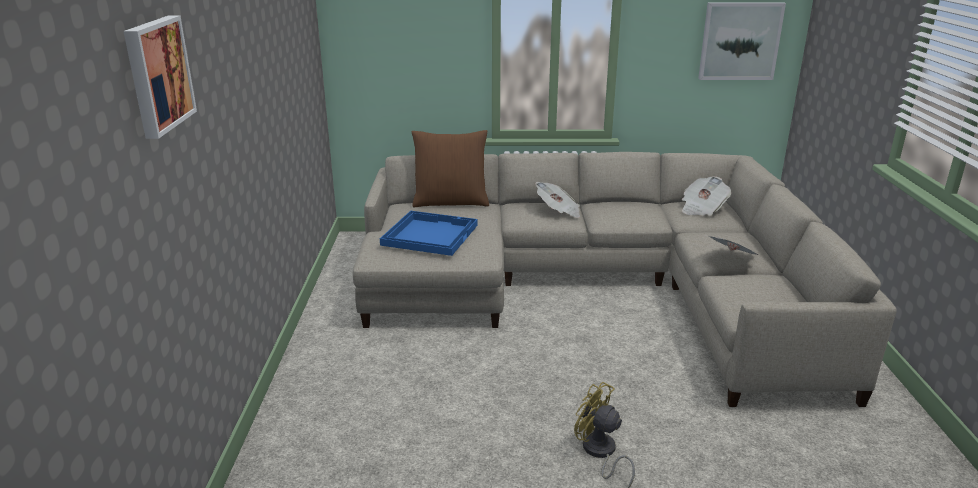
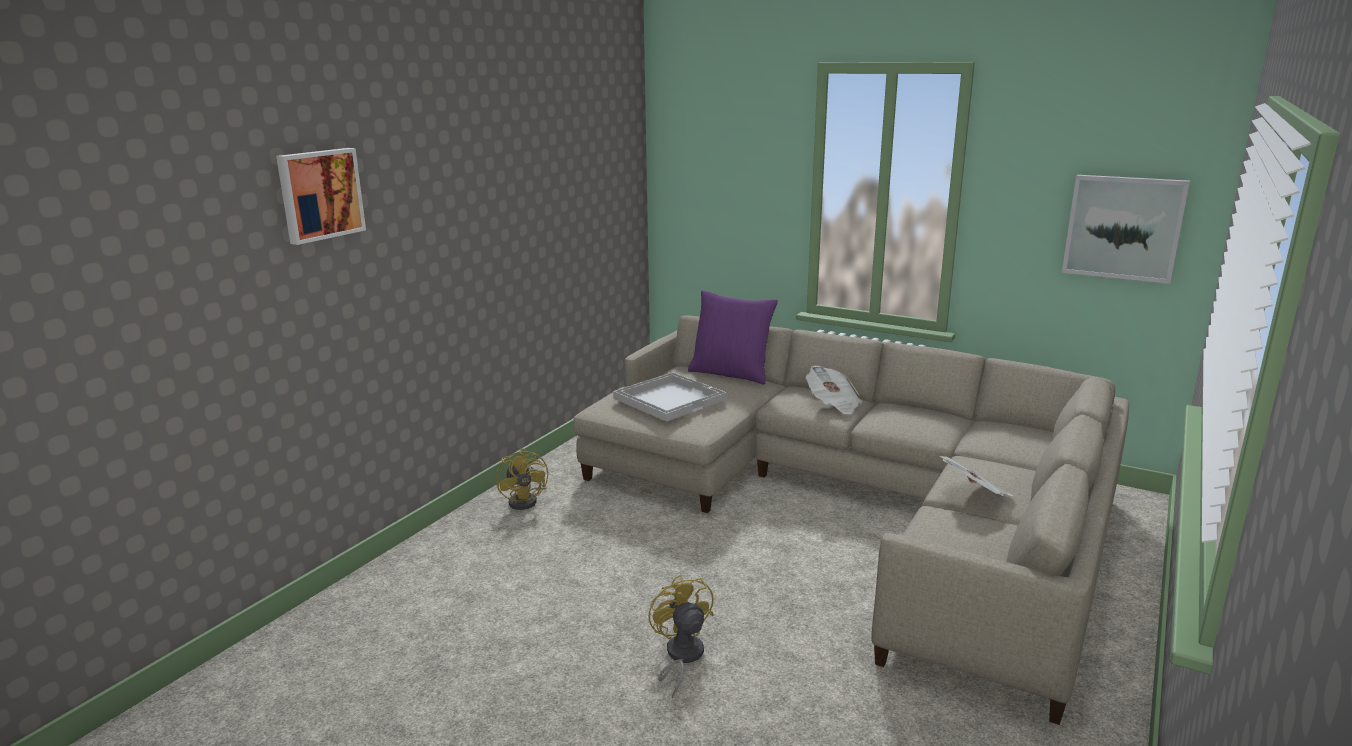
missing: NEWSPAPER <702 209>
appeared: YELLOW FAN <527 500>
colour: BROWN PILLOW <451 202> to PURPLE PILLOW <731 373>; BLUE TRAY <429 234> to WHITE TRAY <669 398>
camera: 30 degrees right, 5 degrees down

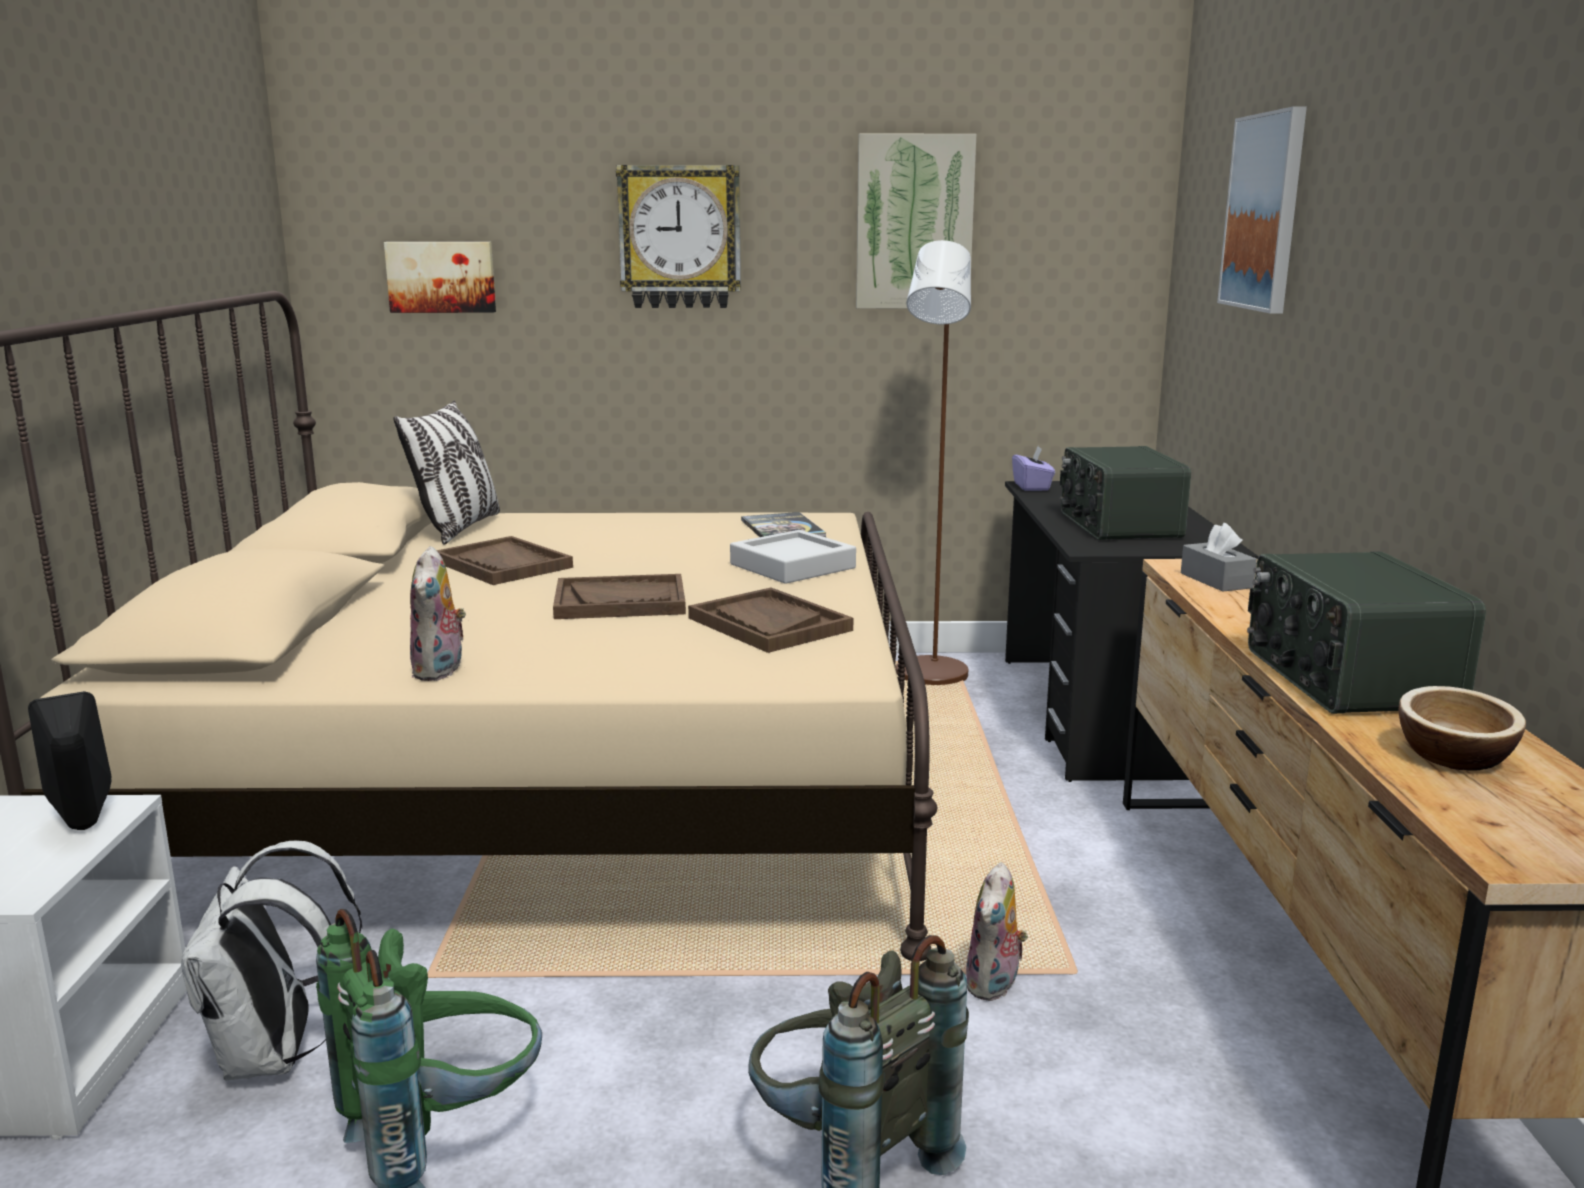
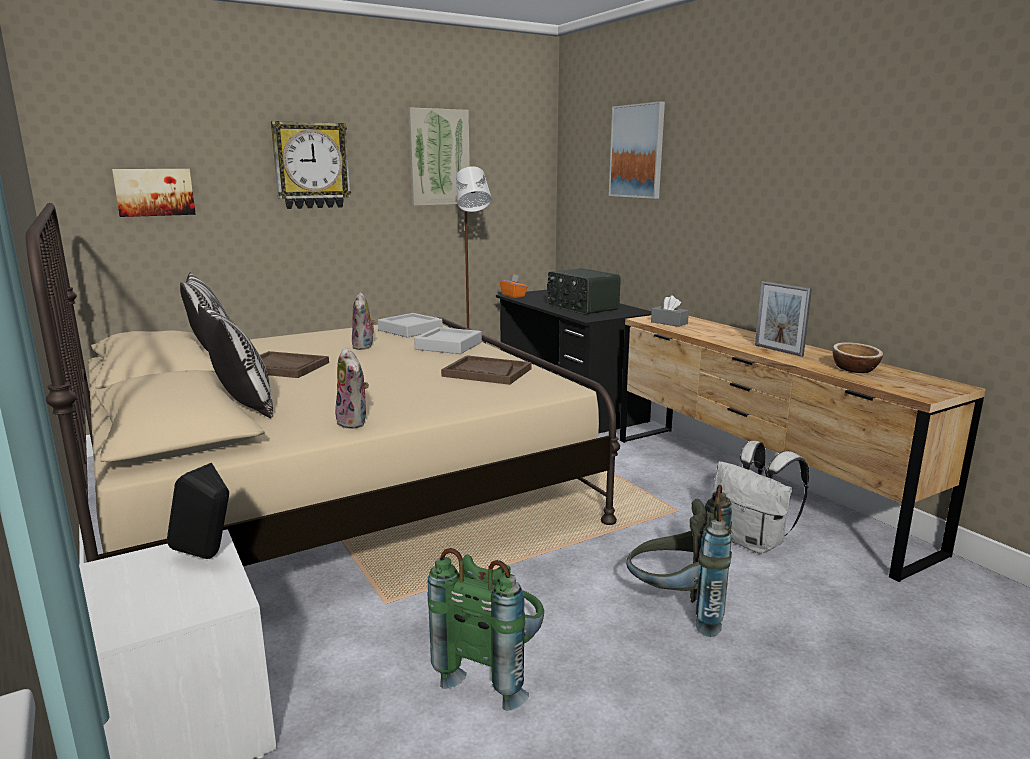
missing: BROWN TRAY <620 601>
appeared: PILLOW <243 406>
relocated: WHITE BACKPACK <275 1055> to <755 542>; PLUSH TOY <994 986> to <364 347>
exchanged: BOOK <782 529> to GREY TRAY <410 330>; RADIO <1346 679> to PICTURE FRAME <778 350>
colour: PURPLE TISSUE BOX <1032 487> to ORANGE TISSUE BOX <513 296>
camera: 30 degrees left, 0 degrees up

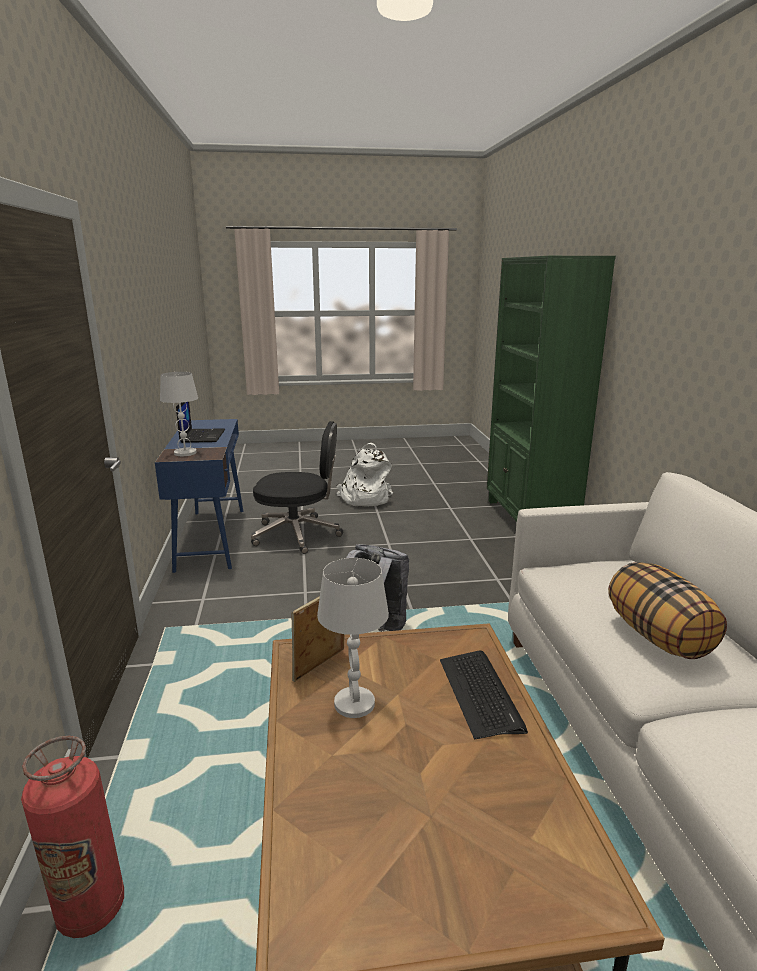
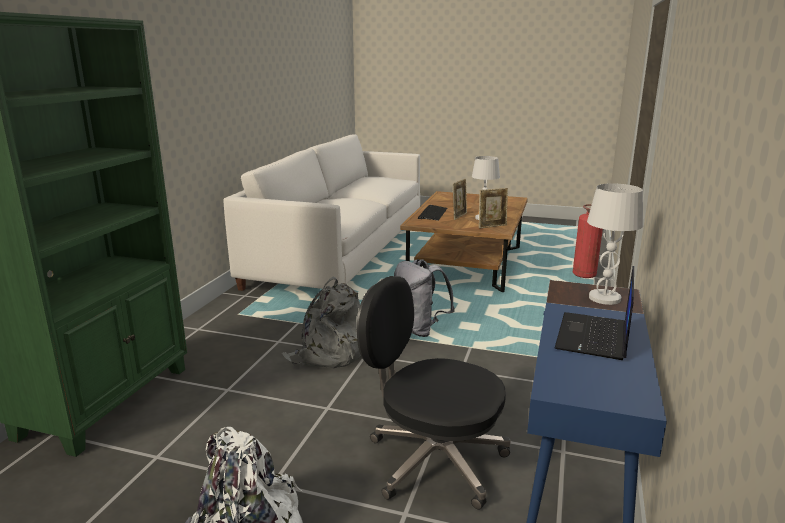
missing: PILLOW <659 637>
appeared: PICTURE FRAME <459 216>; GREY BACKPACK <329 354>
camera: 155 degrees left, 0 degrees up

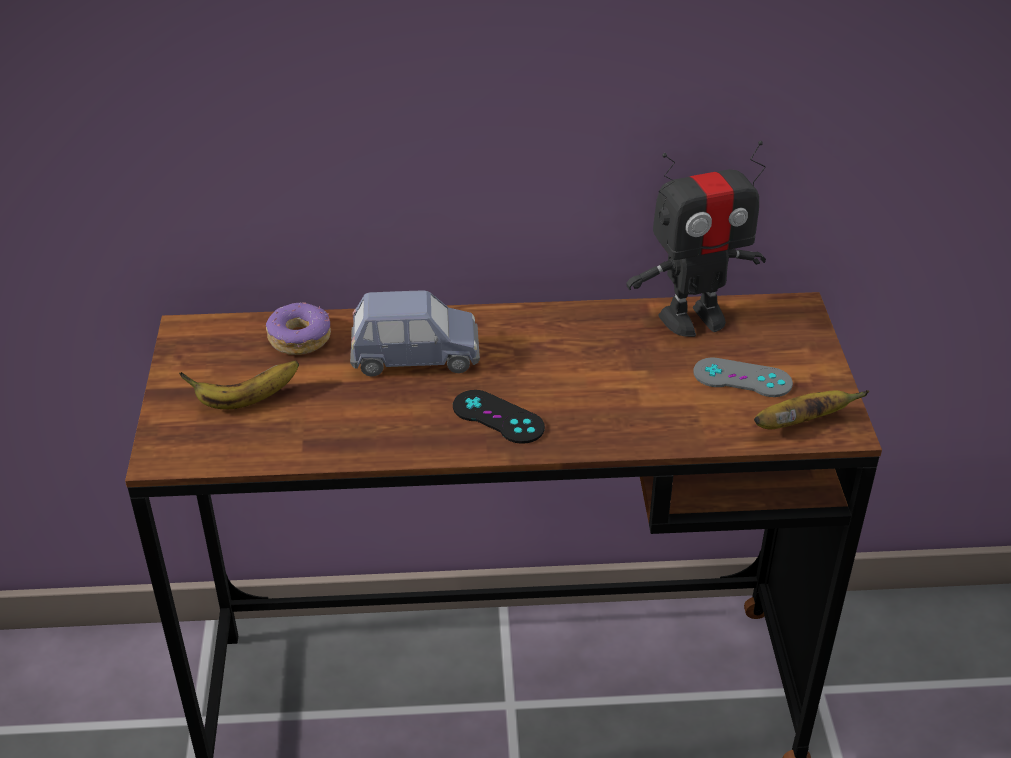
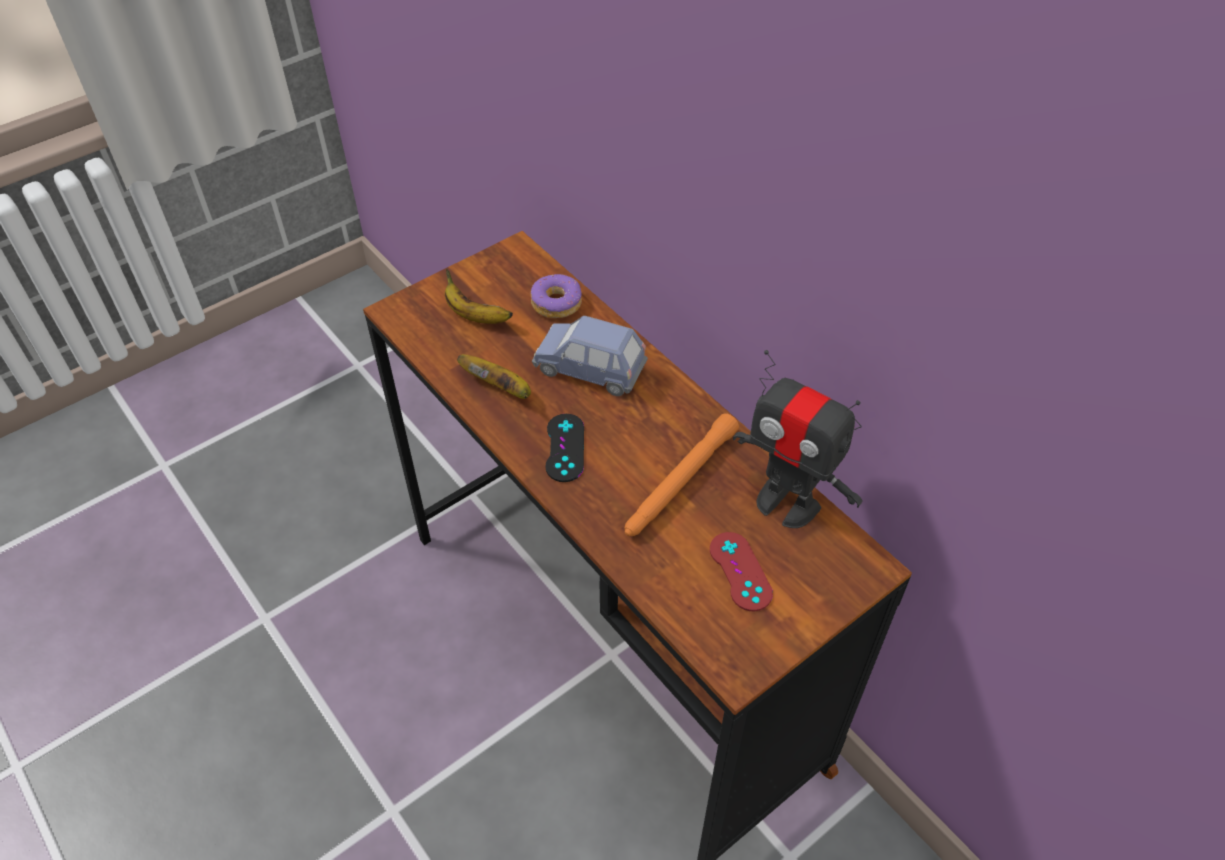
appeared: ORANGE FLASHLIGHT <679 482>
relocated: BANANA <800 423> to <500 388>
colour: GREY GAME CONTROLLER <742 378> to RED GAME CONTROLLER <740 571>
spun: BLUE TOY CAR <415 357> = <590 370> 150 degrees clockwise
camera: 55 degrees right, 10 degrees up

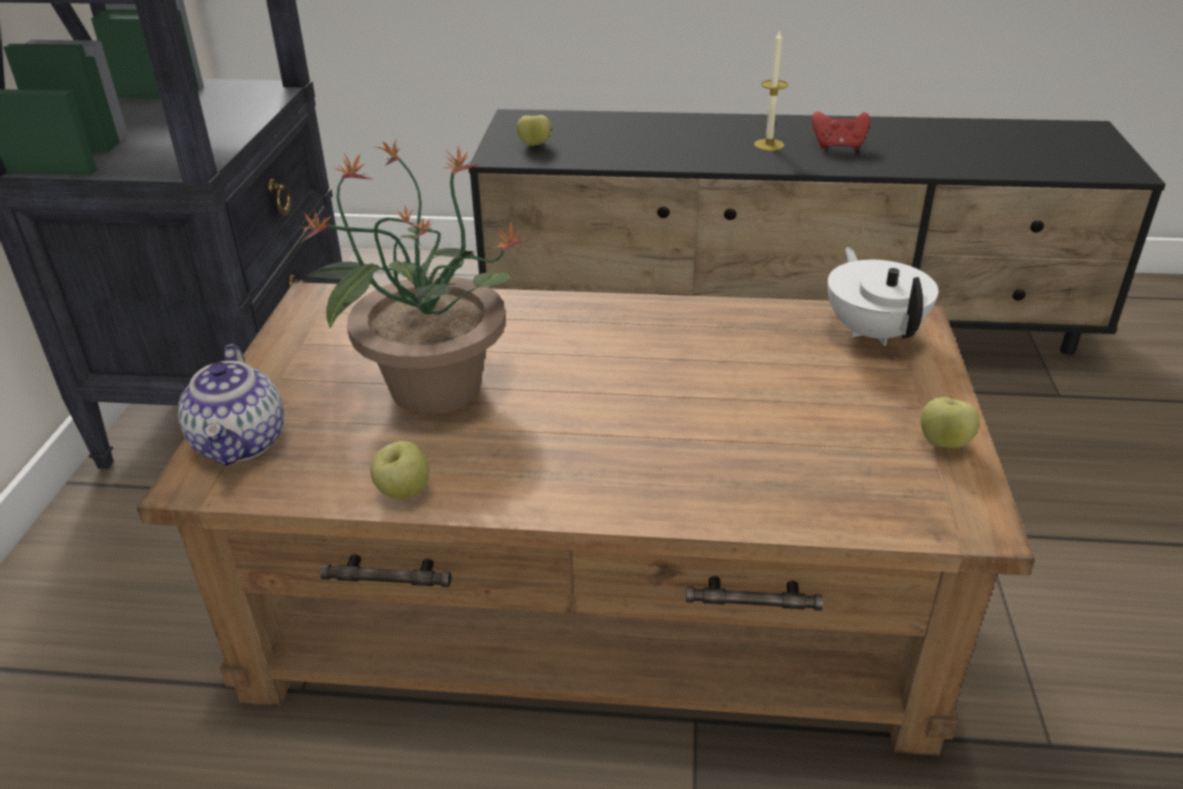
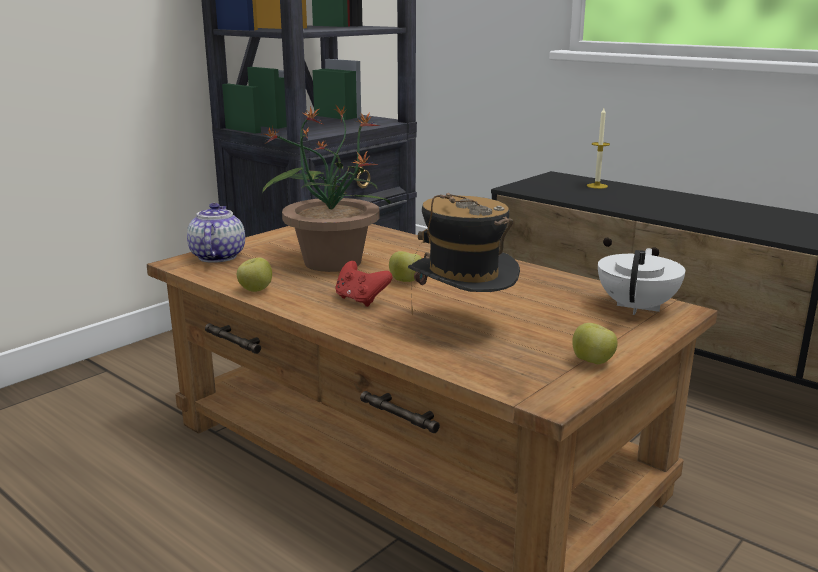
appeared: HAT <461 325>
relocated: CANDLE <769 145> to <597 186>; RED GAME CONTROLLER <838 146> to <361 300>; APPLE <534 145> to <406 281>
spun: TEAPOT <241 443> = <217 256> 150 degrees clockwise
camera: 35 degrees right, 15 degrees down

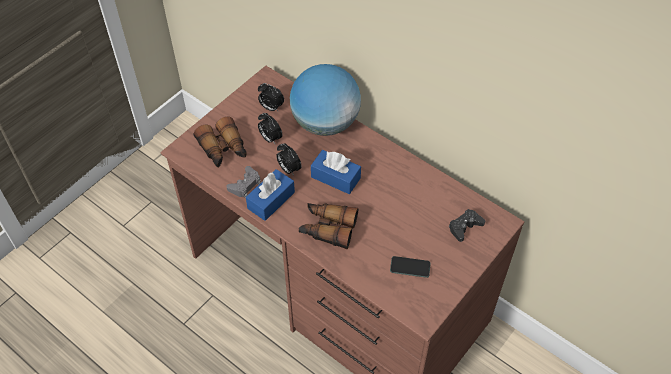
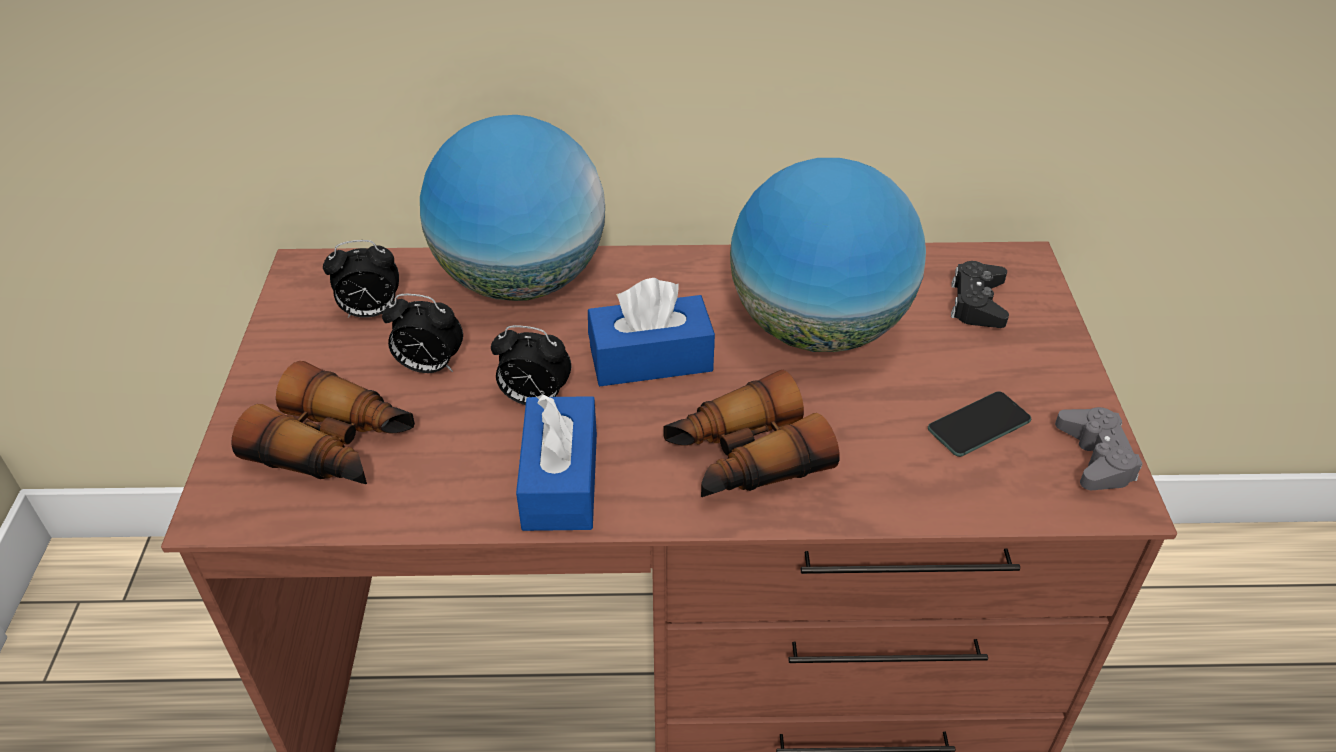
appeared: GLOBE <817 328>
relocated: GREY GAME CONTROLLER <245 185> to <1095 457>
camera: 40 degrees left, 10 degrees down

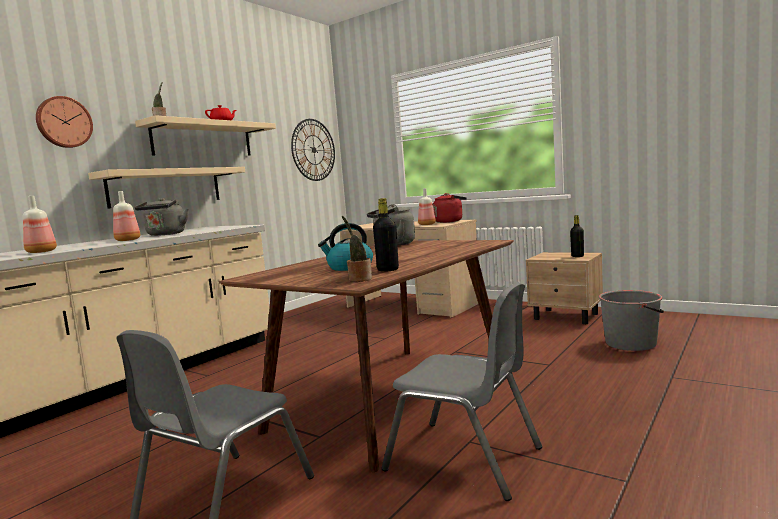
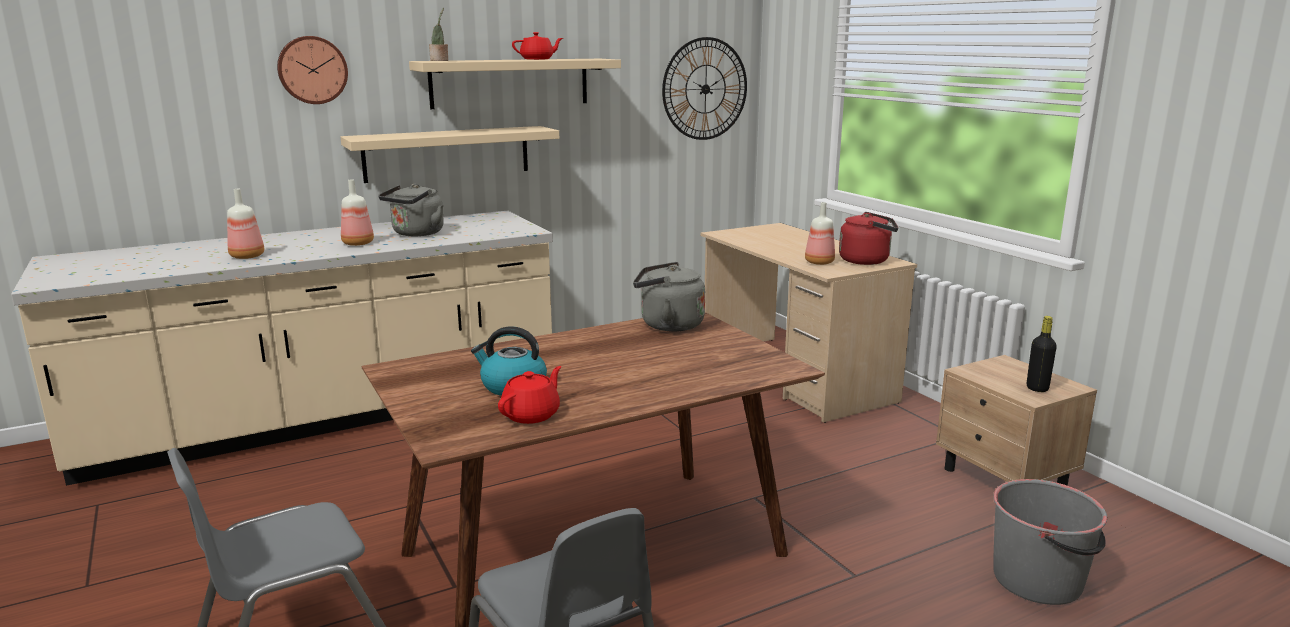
missing: POTTED PLANT <359 279>
exchanged: BLACK BOTTLE <388 270> to RED TEAPOT <532 415>
camera: 25 degrees right, 10 degrees up

